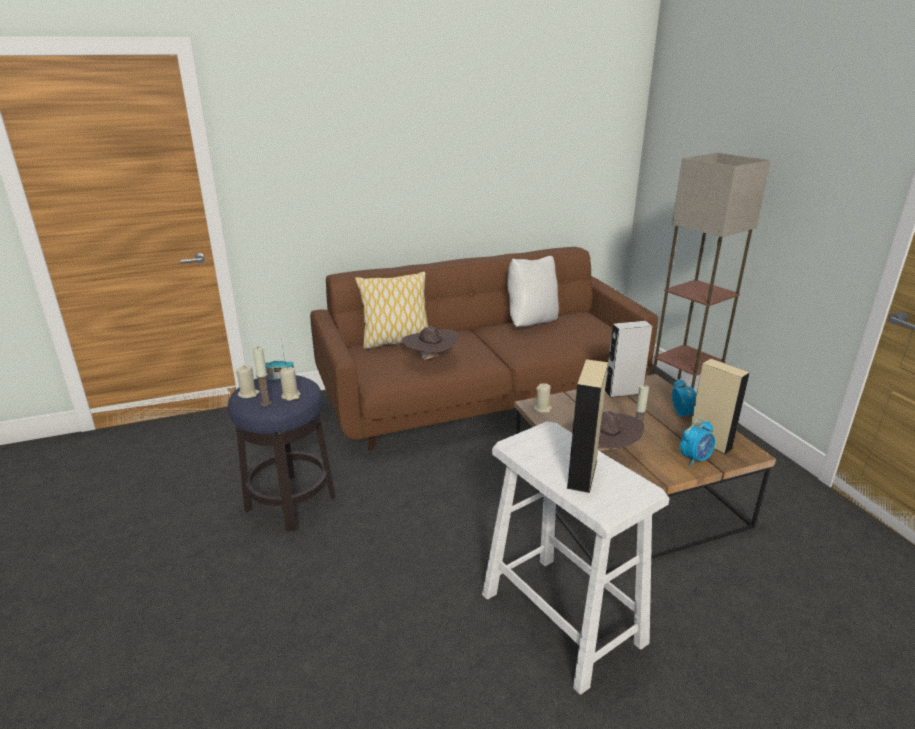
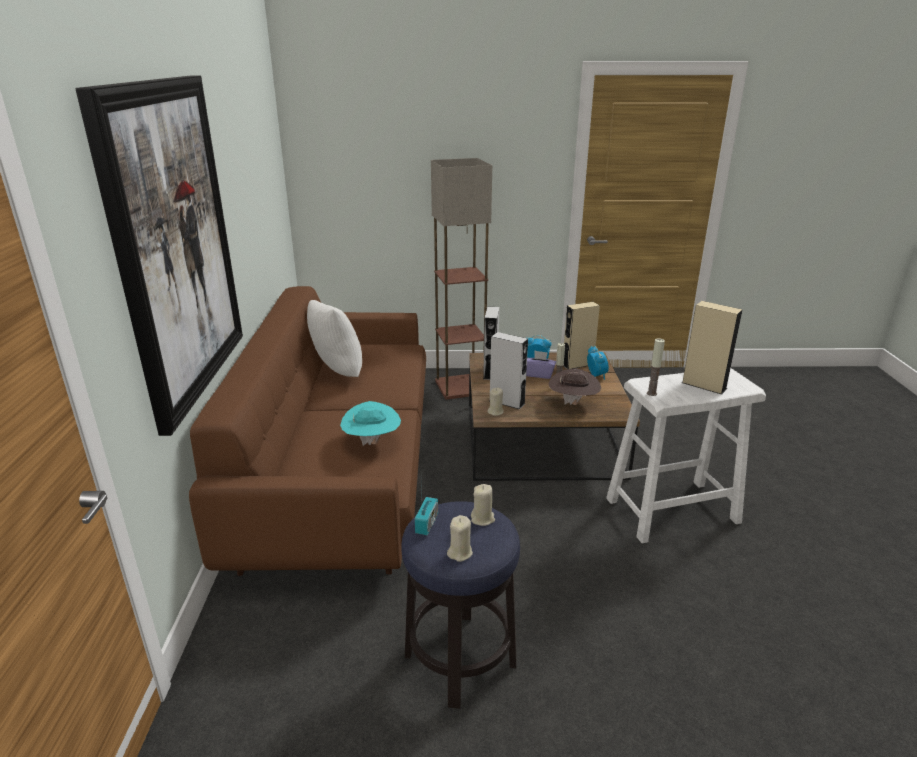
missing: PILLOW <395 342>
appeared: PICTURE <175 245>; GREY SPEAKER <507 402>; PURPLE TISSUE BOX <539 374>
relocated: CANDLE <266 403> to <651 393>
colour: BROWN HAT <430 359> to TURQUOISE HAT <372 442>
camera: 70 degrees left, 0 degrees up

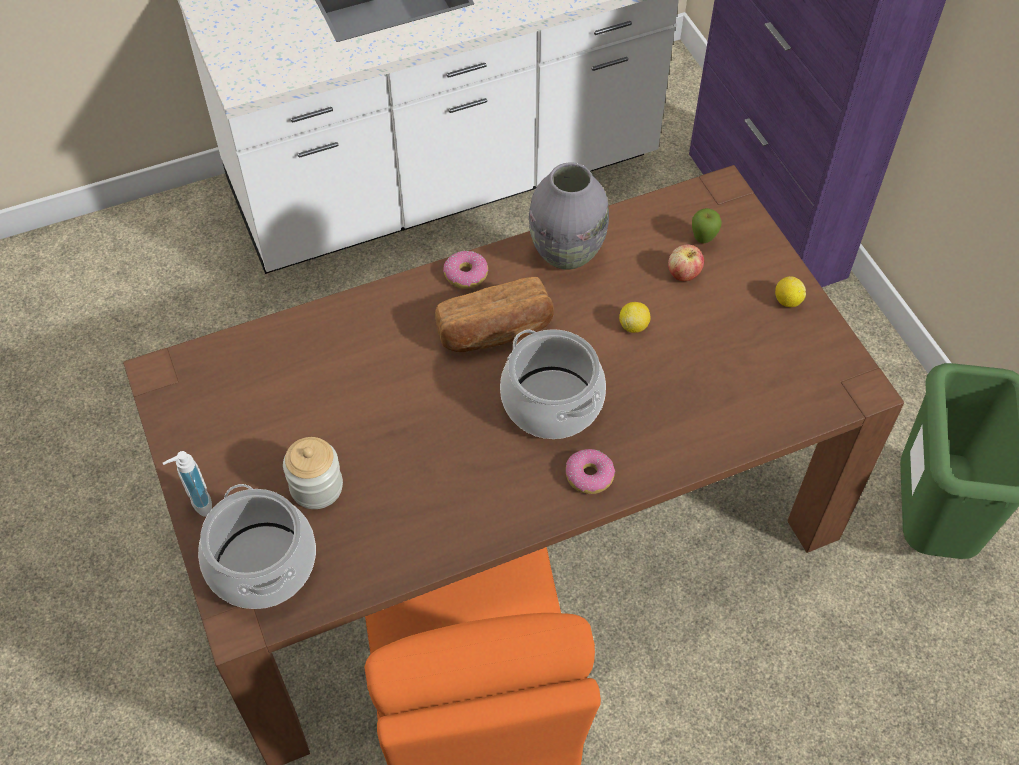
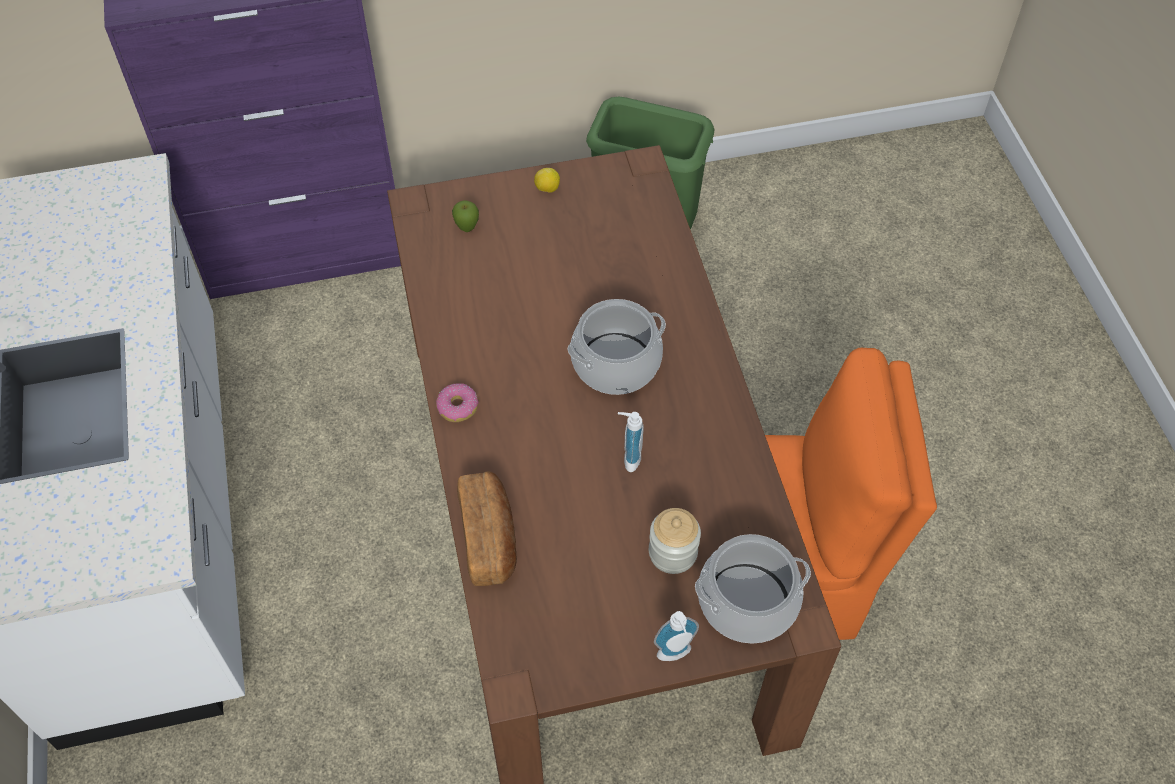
missing: GREY VASE <566 254>; APPLE <683 274>; LEMON <633 326>; DONUT <589 476>
appeared: SOAP DISPENSER <628 458>
relocated: BREAD <495 331> to <489 538>
camera: 80 degrees left, 0 degrees up

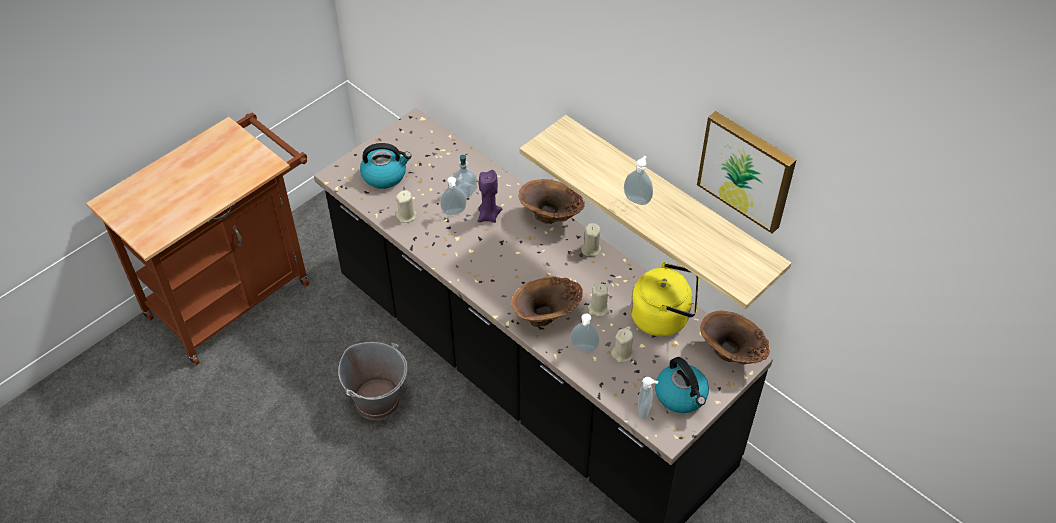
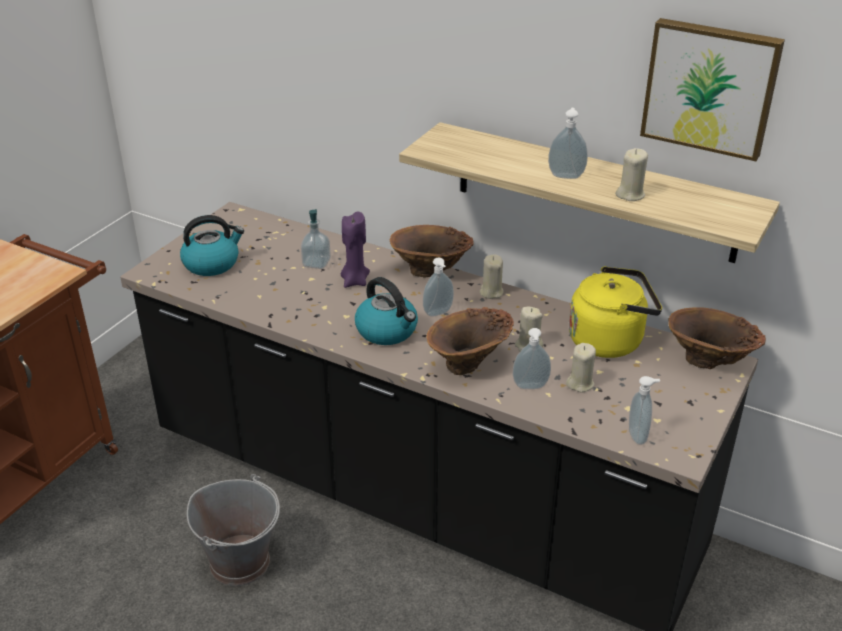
relocated: SOAP DISPENSER <454 213> to <439 313>; BEIGE CANDLE <406 216> to <630 194>; KETTLE <681 395> to <387 331>
camera: 15 degrees left, 15 degrees down

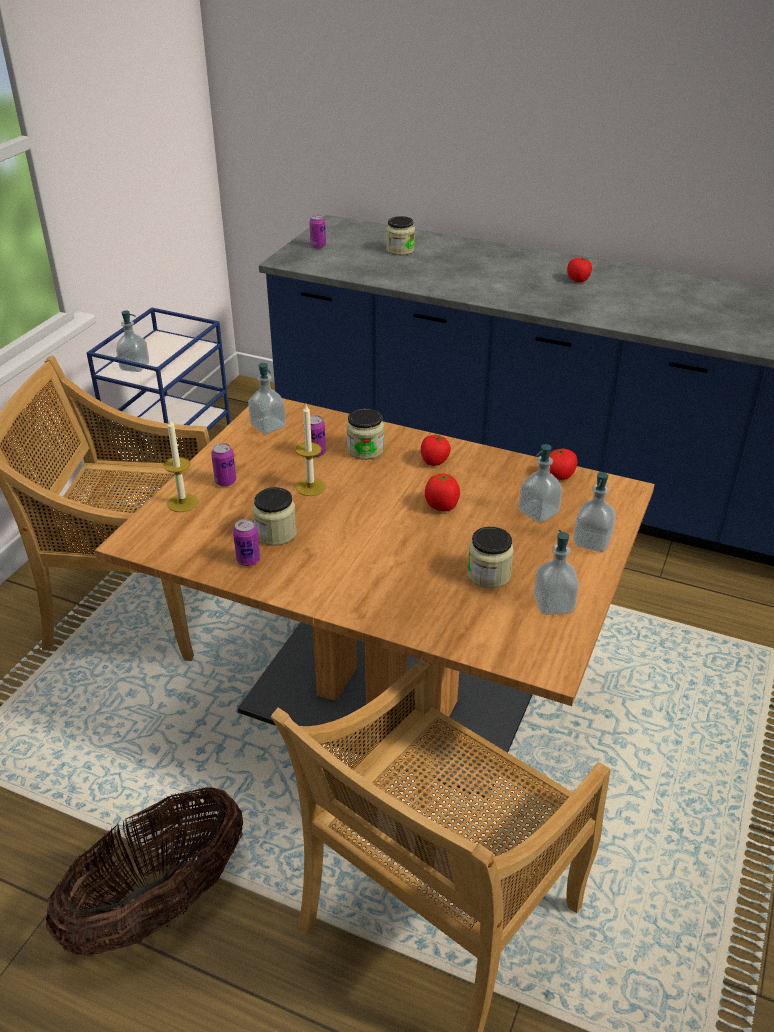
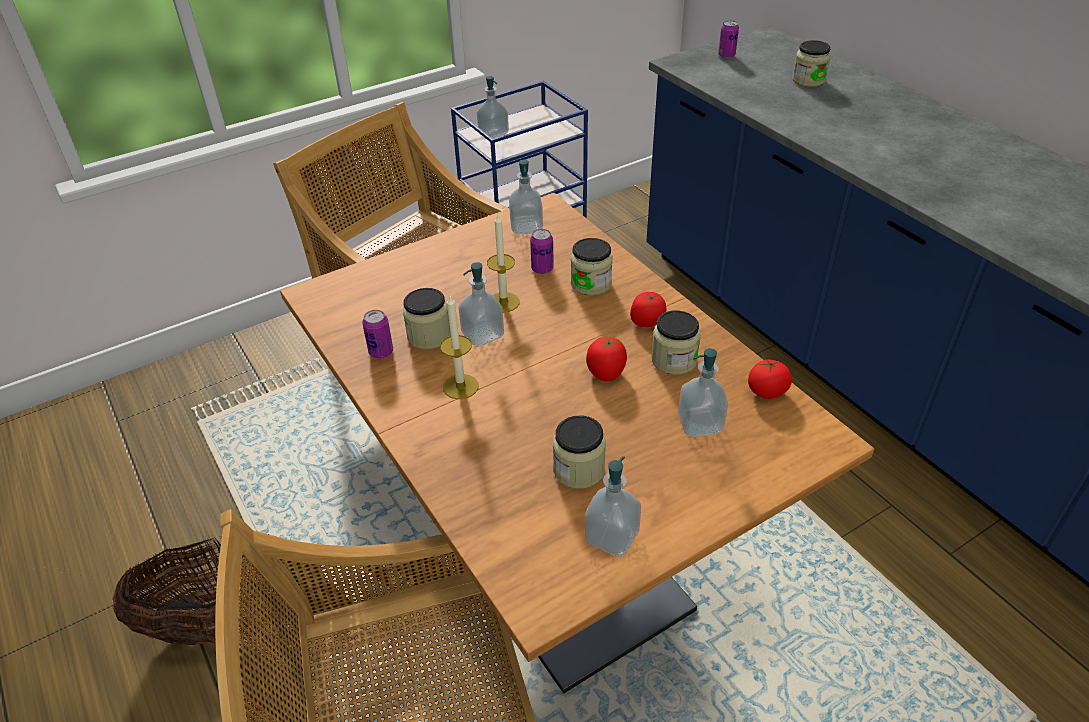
missing: TOMATO <578 279>; CAN <225 482>
appeared: JAR <674 360>
relocated: CANDLE <182 503> to <460 386>; SOAP DISPENSER <592 542> to <482 335>
camera: 35 degrees right, 5 degrees up

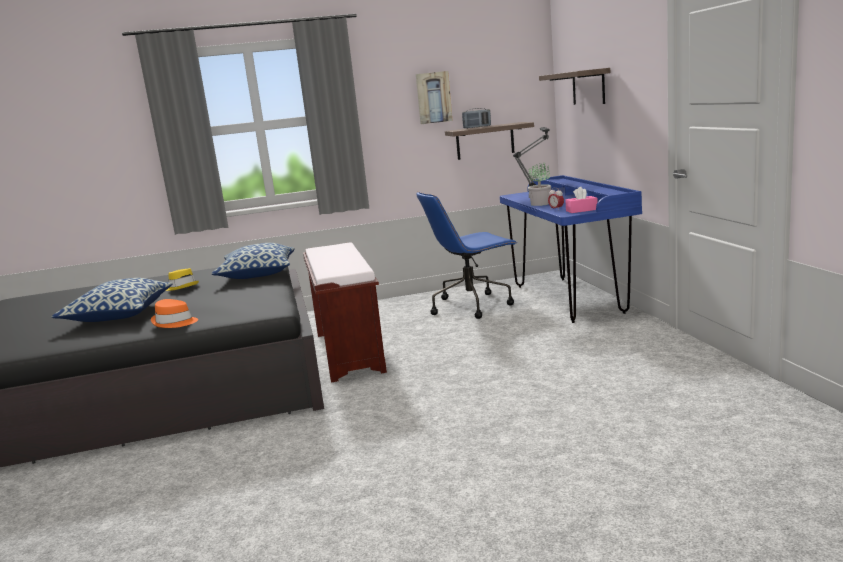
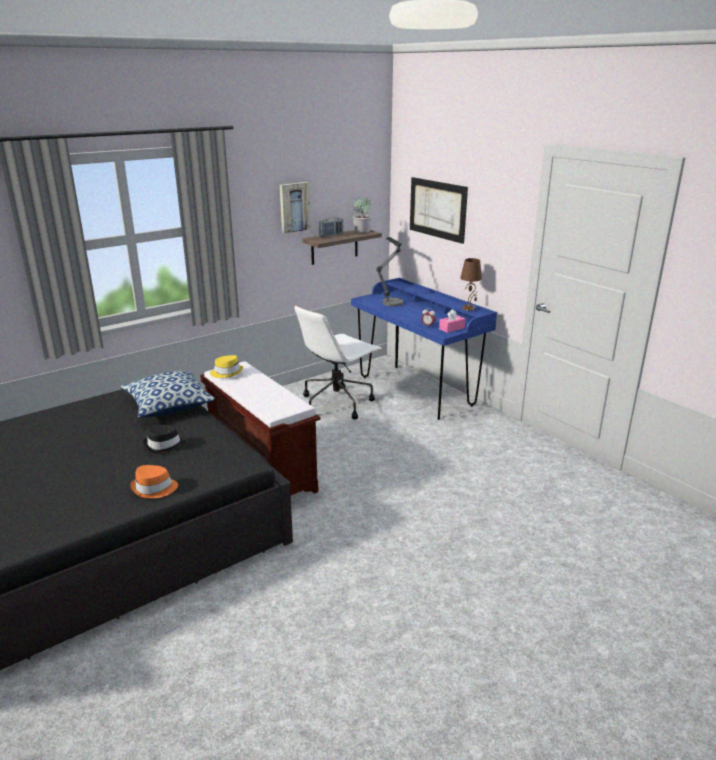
missing: PILLOW <119 314>
appeared: BROWN TABLE LAMP <469 308>; BLACK HAT <164 445>
relocated: POTTED PLANT <541 204> to <362 231>; YELLOW HAT <182 287> to <227 372>
exchanged: SHELF <588 87> to PICTURE <437 209>
colour: BLUE OFFICE CHAIR <472 305> to WHITE OFFICE CHAIR <337 403>
camera: 25 degrees left, 10 degrees up

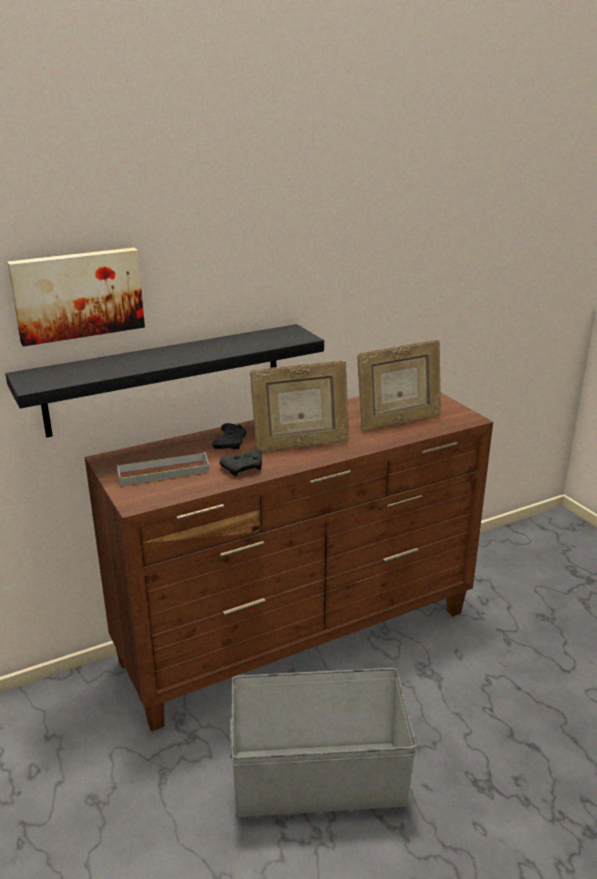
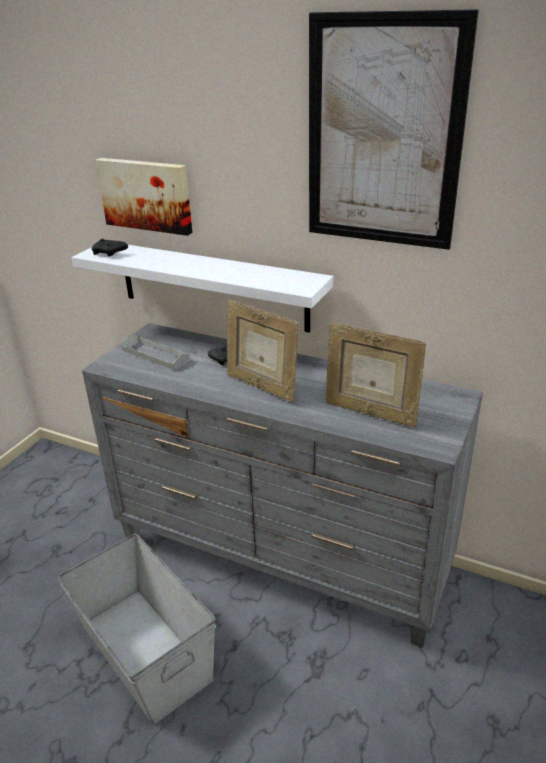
appeared: PICTURE <383 134>
relocated: BLACK GAME CONTROLLER <244 468> to <109 253>
colour: BLACK SHELF <165 379> to WHITE SHELF <212 285>; BROWN DRESSER <299 637> to GREY DRESSER <280 557>
camera: 55 degrees right, 5 degrees up

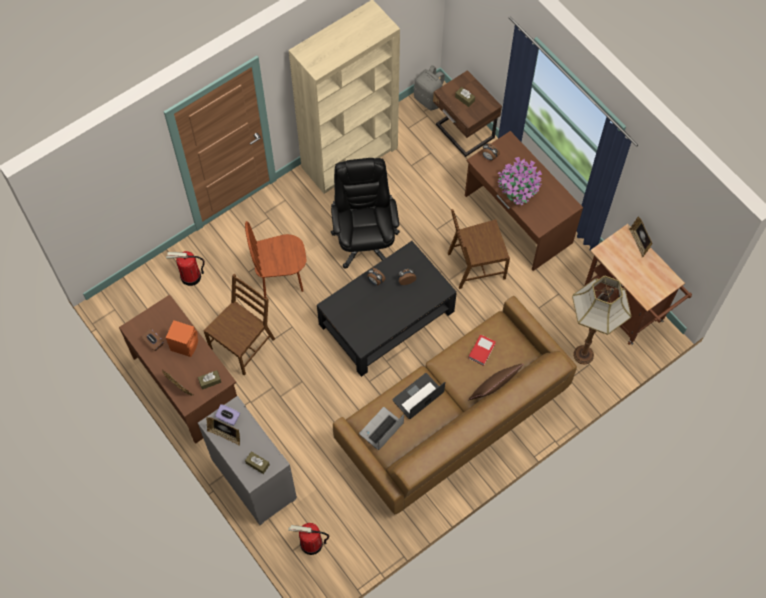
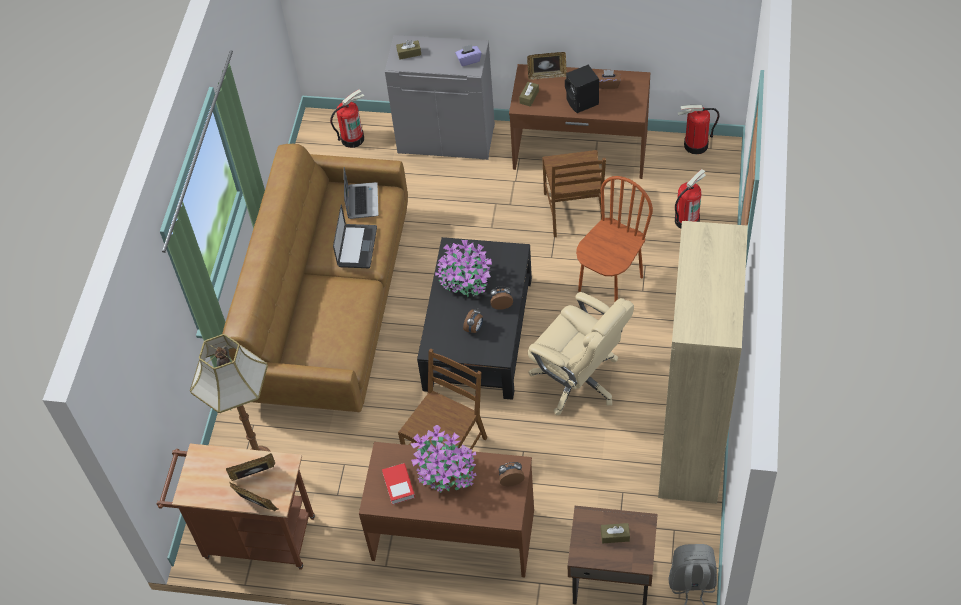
missing: BROWN PILLOW <493 391>
appeared: FIRE EXTINGUISHER <695 145>; POTTED PLANT <465 281>
relocated: BOOK <481 351> to <398 485>; PICTURE FRAME <225 435> to <254 476>
colour: BLACK OFFICE CHAIR <365 240> to BEIGE OFFICE CHAIR <578 380>; ORANGE SPEAKER <185 344> to BLACK SPEAKER <582 102>
camera: 140 degrees right, 10 degrees down

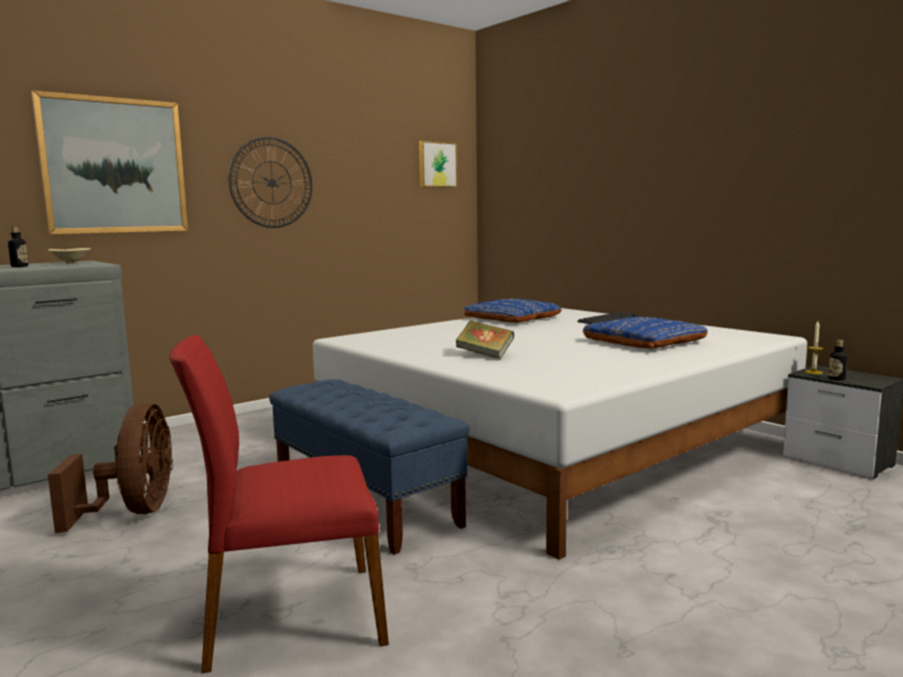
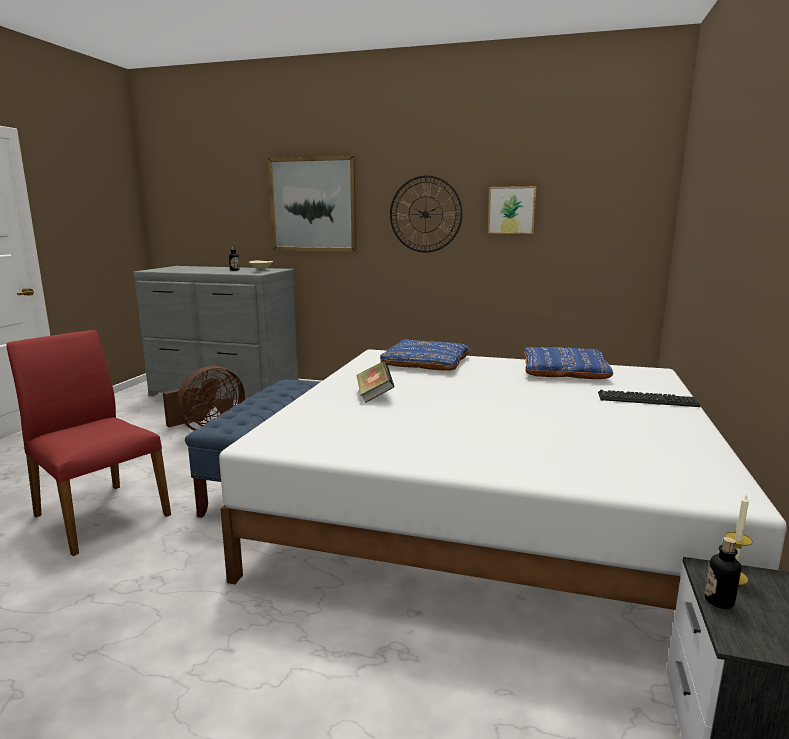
relocated: PICTURE <436 164> to <511 210>; BLUE PILLOW <643 341> to <426 362>
camera: 55 degrees right, 5 degrees up

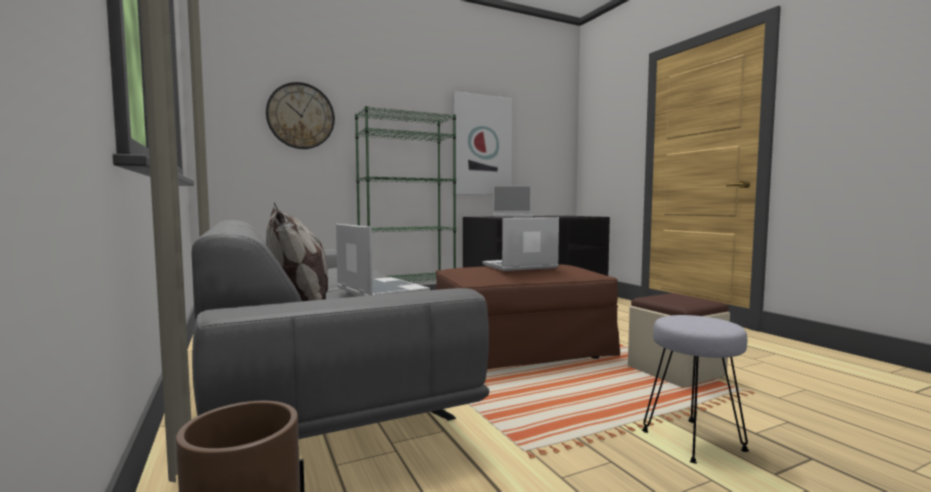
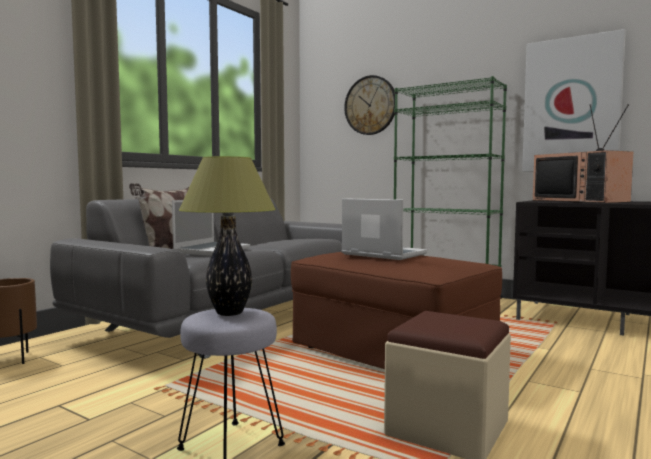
appeared: TABLE LAMP <230 313>
exchanged: LAPTOP <513 217> to TELEVISION <581 201>
camera: 60 degrees right, 0 degrees up

